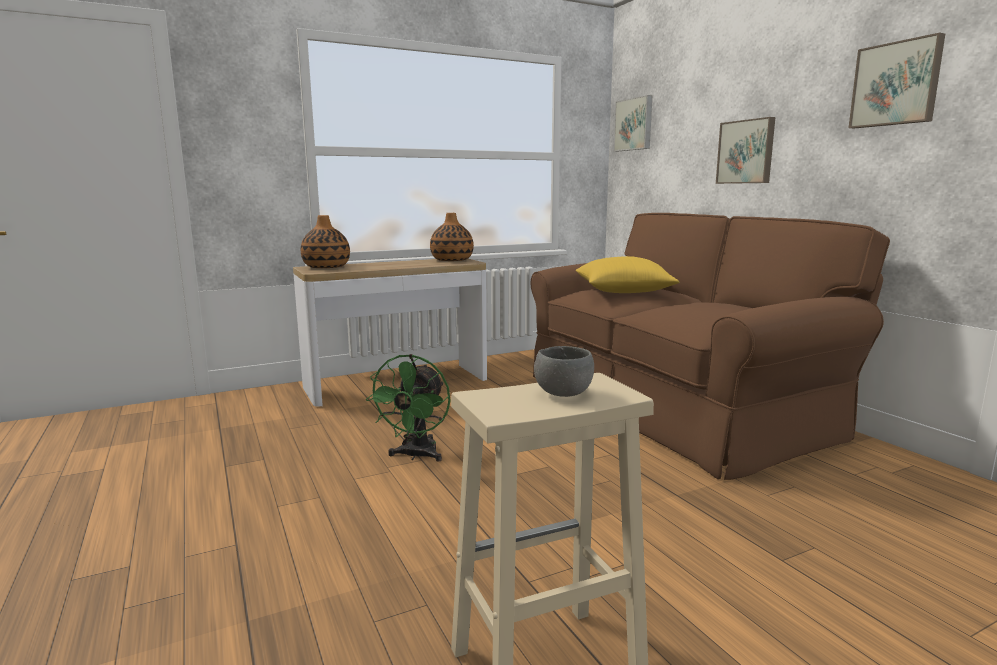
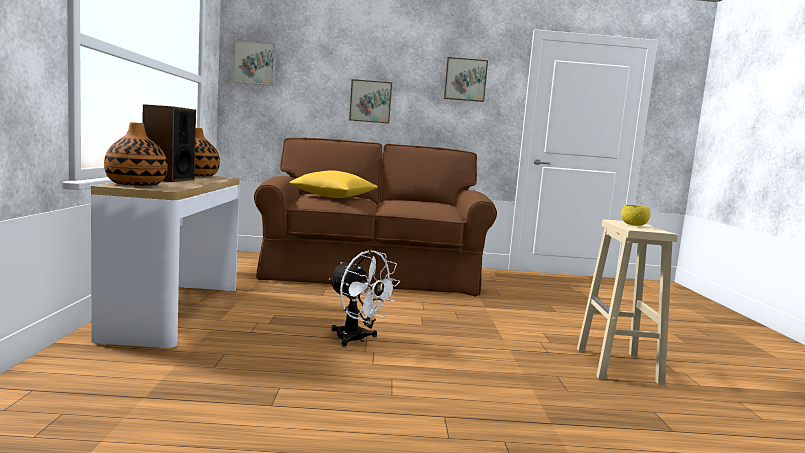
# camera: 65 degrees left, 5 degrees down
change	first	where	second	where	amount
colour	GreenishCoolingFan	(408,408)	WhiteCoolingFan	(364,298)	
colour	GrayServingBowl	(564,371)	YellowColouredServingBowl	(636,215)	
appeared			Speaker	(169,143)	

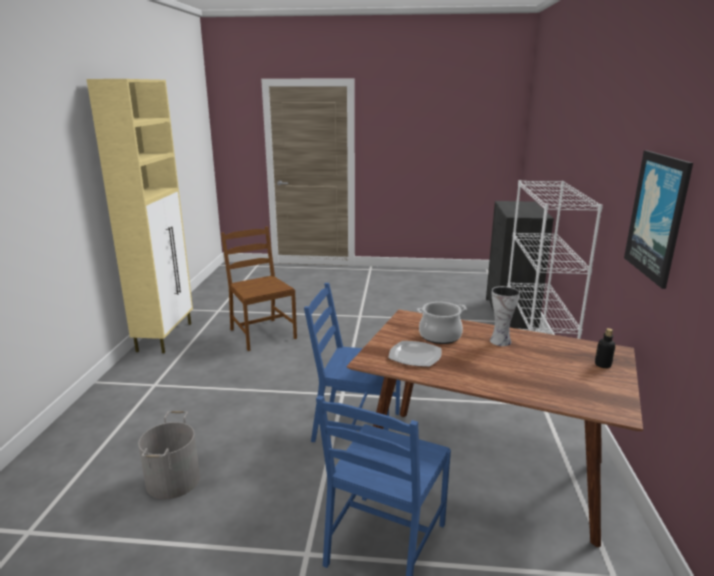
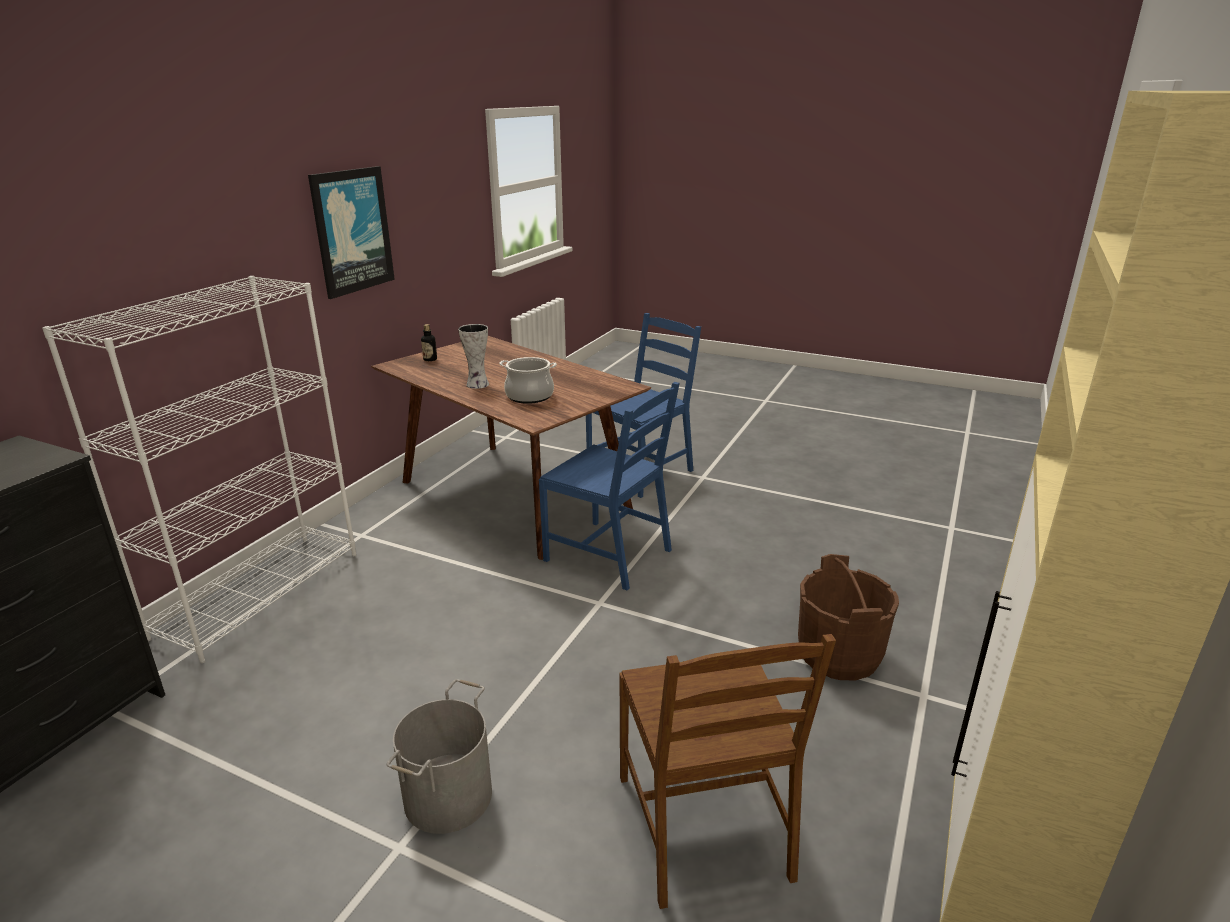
# camera: 160 degrees left, 5 degrees up
change	first	where	second	where	amount
relocated	GrayBucket	(169,455)		(439,756)	
missing	Plate	(415,354)			
appeared			BrownColouredBucket	(848,617)	

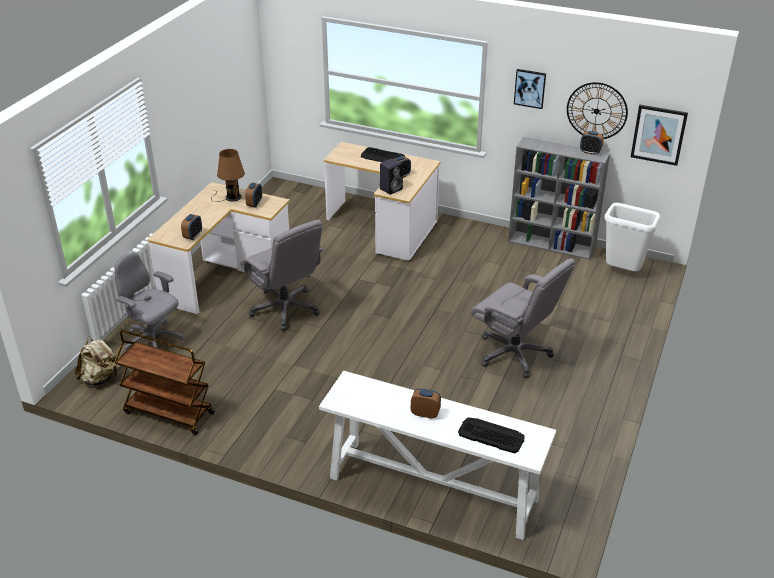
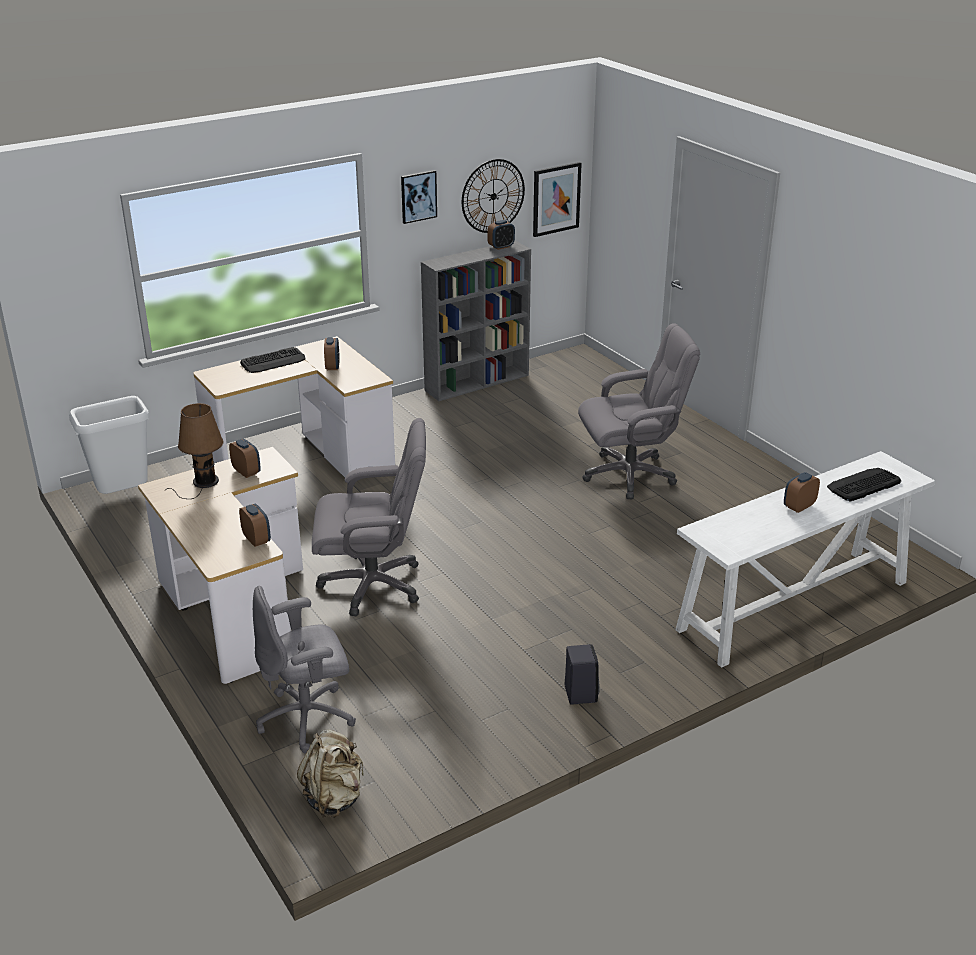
# camera: 55 degrees left, 5 degrees down
change	first	where	second	where	amount
missing	BrownColouredCart	(164,382)			
relocated	BlackSpeaker	(391,176)		(582,674)	
relocated	WhiteWasteBin	(632,237)		(109,445)	

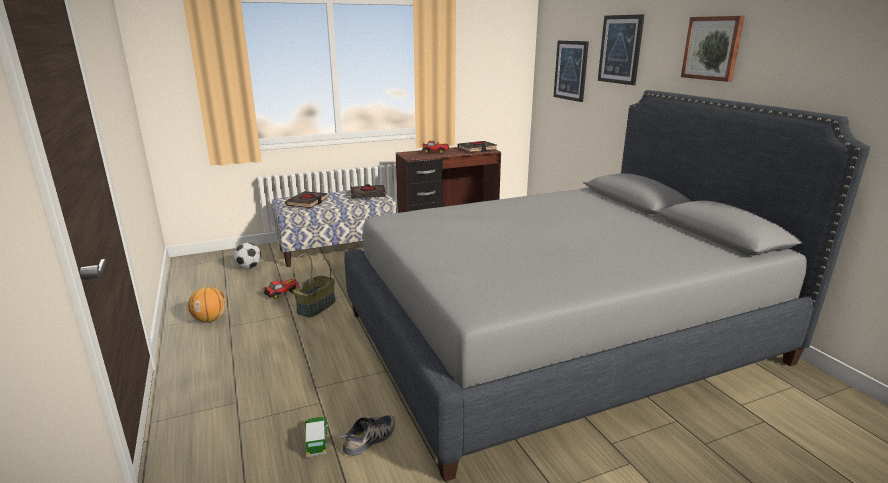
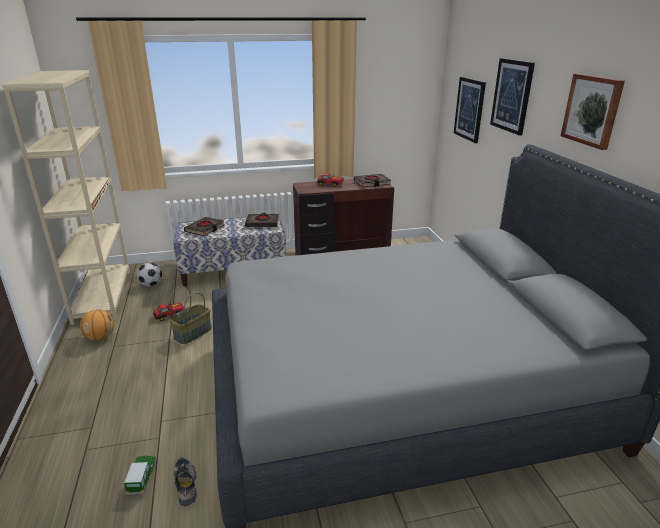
# camera: 10 degrees right, 5 degrees up
change	first	where	second	where	amount
spun	ItemOfFootwear	(367,435)		(185,481)	75 degrees counterclockwise
appeared			BeigeColouredBookcase	(66,197)	

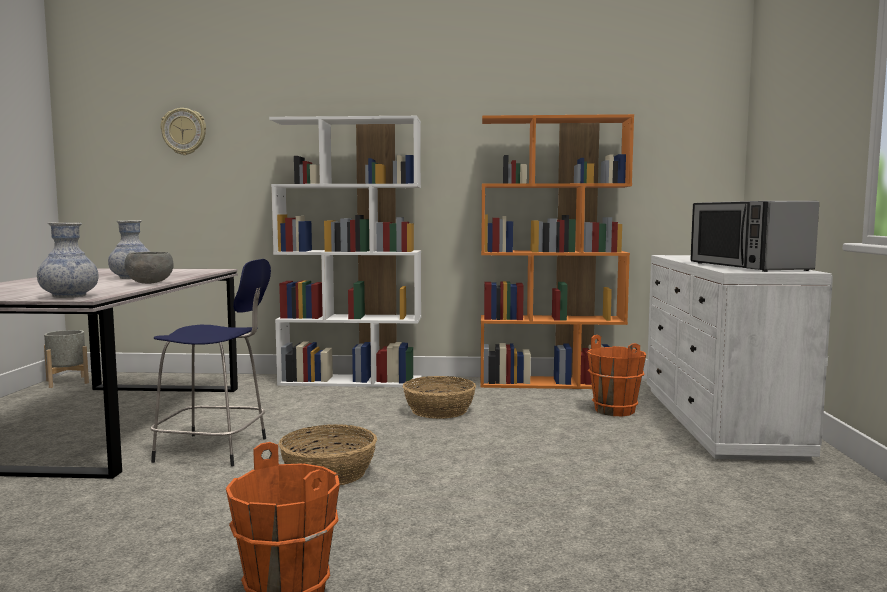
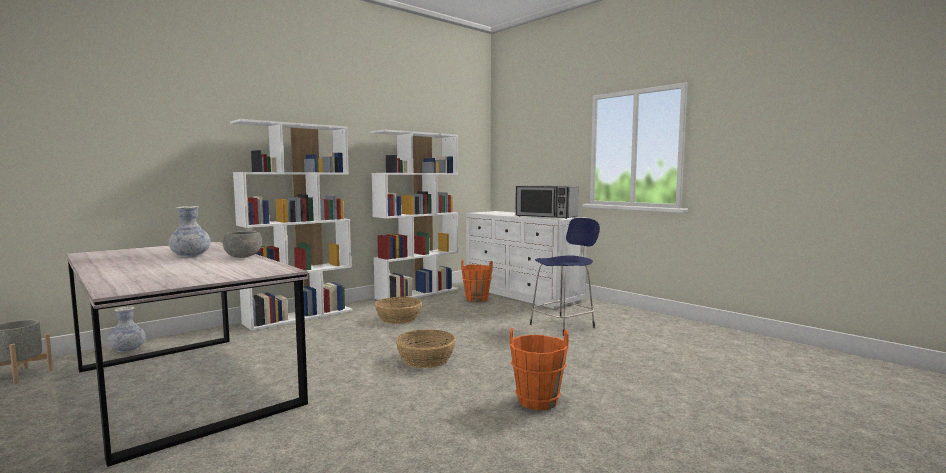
# camera: 45 degrees left, 0 degrees up
change	first	where	second	where	amount
relocated	FlowerVase	(68,260)		(127,330)	
relocated	BlueColouredStool	(211,363)		(565,277)	
missing	WallClock	(183,131)			
colour	OrangeColouredBookcase	(557,251)	WhiteBookcase	(414,215)	

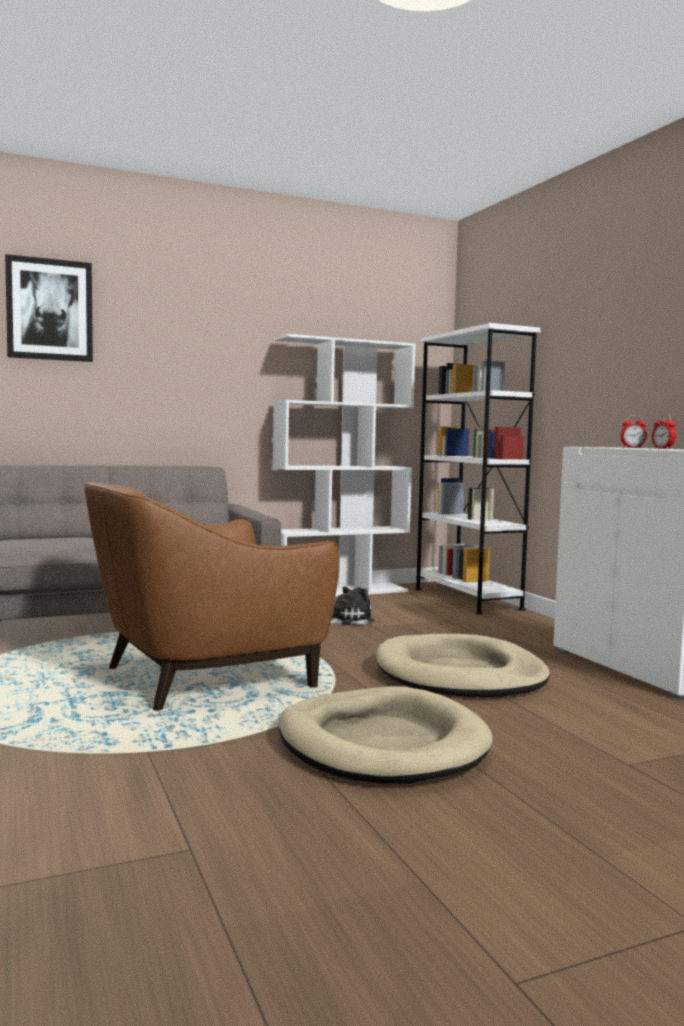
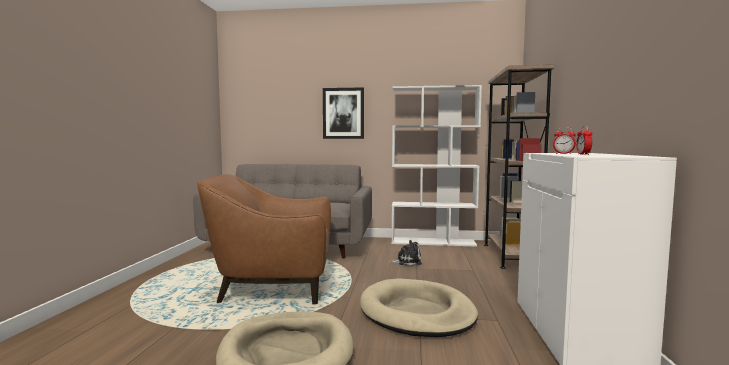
# camera: 30 degrees right, 0 degrees up
change	first	where	second	where	amount
relocated	WallPicture	(49,308)		(343,113)	
colour	WhiteBookcase	(478,468)	BrownColouredBookcase	(519,167)	

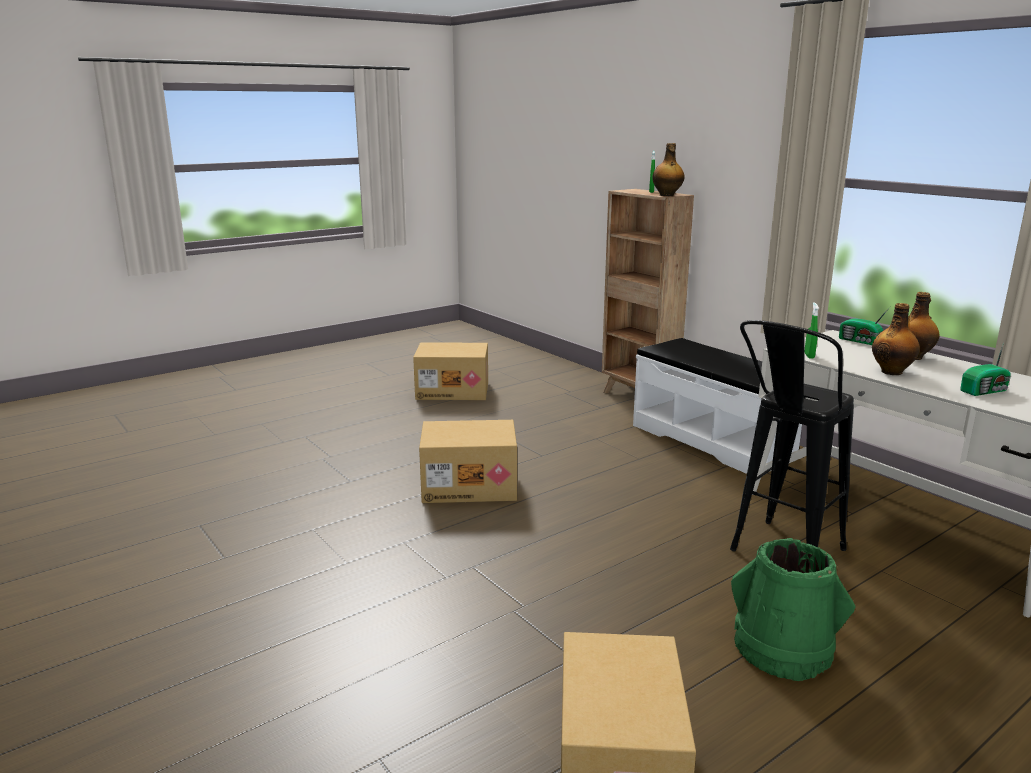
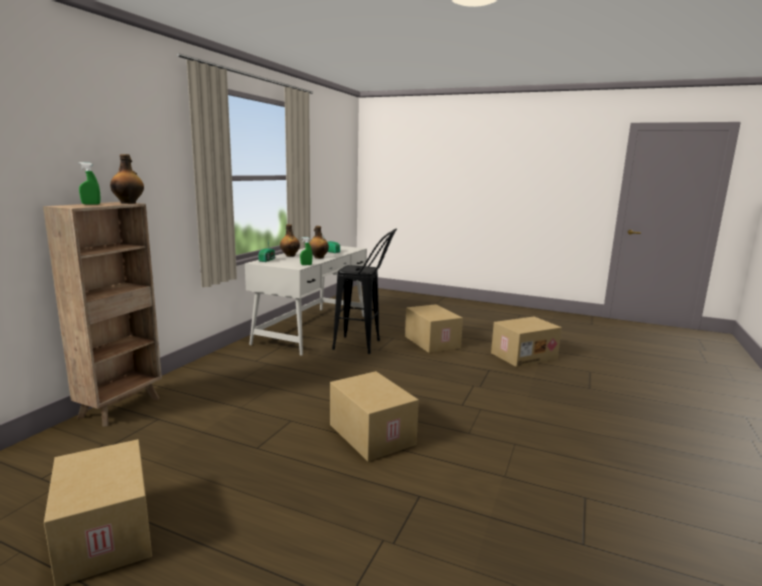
# camera: 120 degrees left, 5 degrees down
change	first	where	second	where	amount
missing	WhiteLongSeat	(717,406)			
exchanged	GreenishBucket	(793,609)	PackingBox	(434,328)	

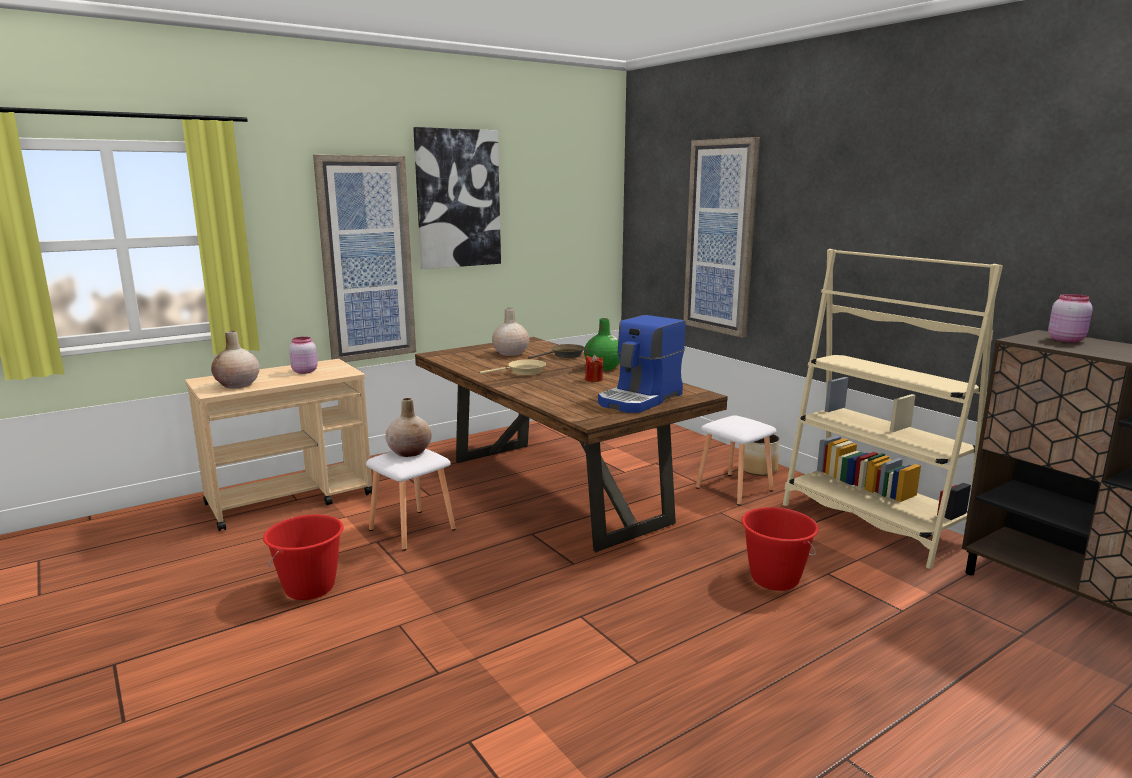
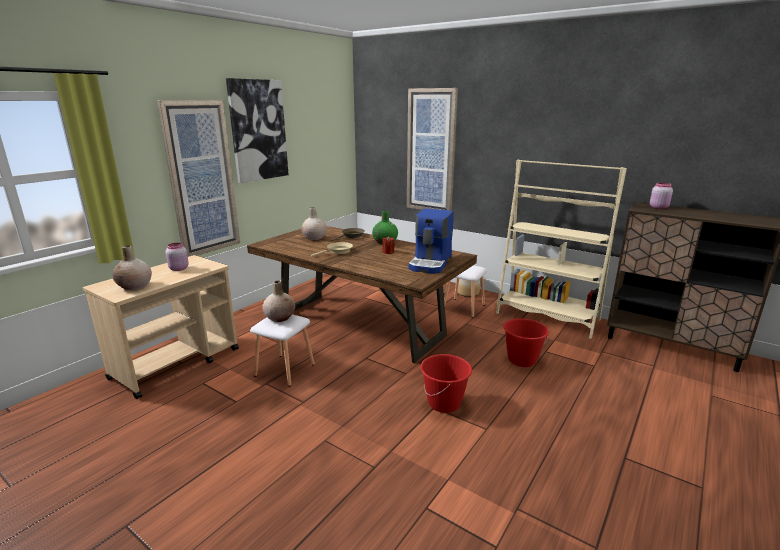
# camera: 20 degrees left, 5 degrees up
change	first	where	second	where	amount
relocated	RedBucket	(303,557)		(446,383)	

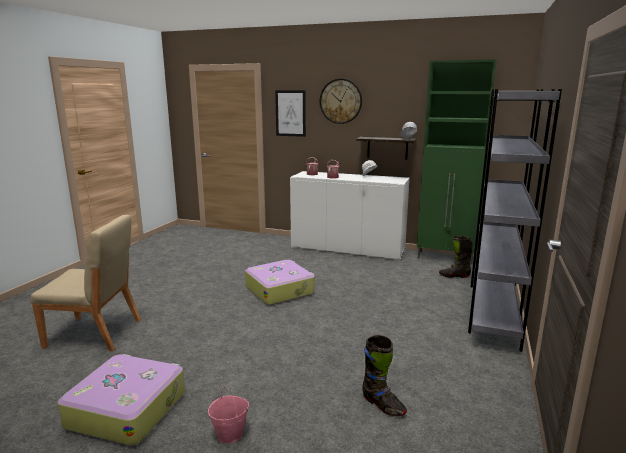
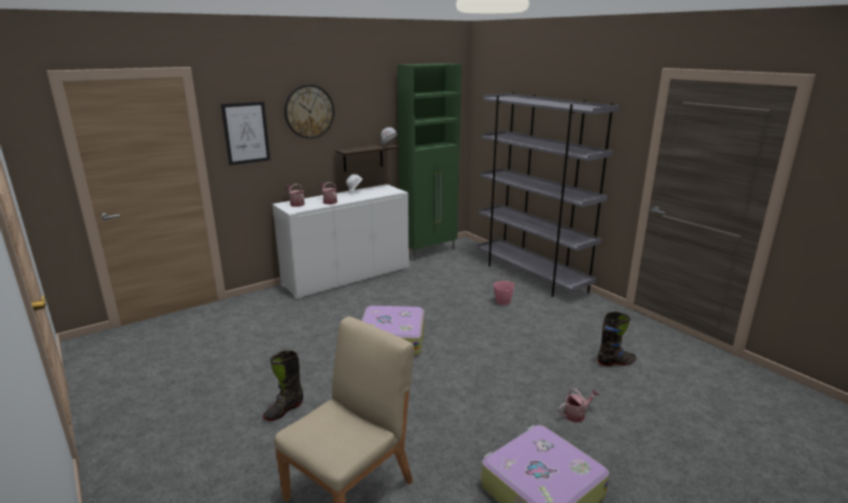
# camera: 55 degrees left, 5 degrees up
change	first	where	second	where	amount
relocated	PinkBucket	(228,415)		(504,289)	
relocated	BlackBoot	(456,257)		(283,385)	
appeared			WateringPot	(579,406)	

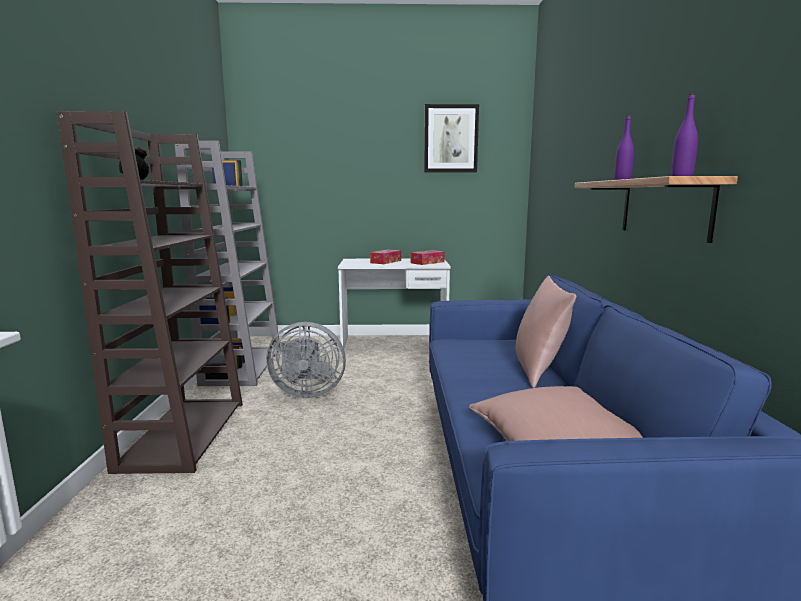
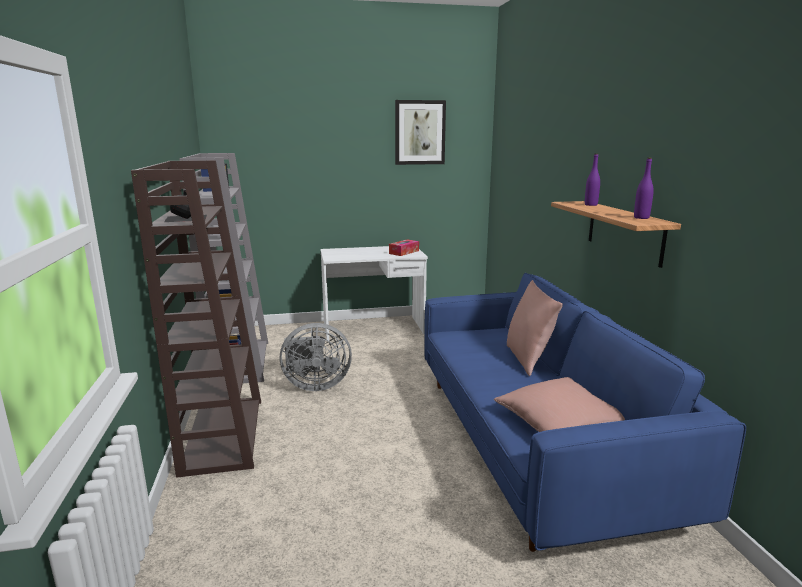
# camera: 10 degrees left, 5 degrees up
change	first	where	second	where	amount
missing	BoxOfTissues	(385,257)			

